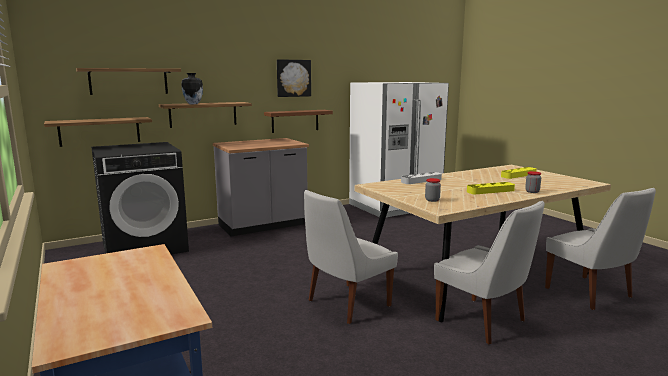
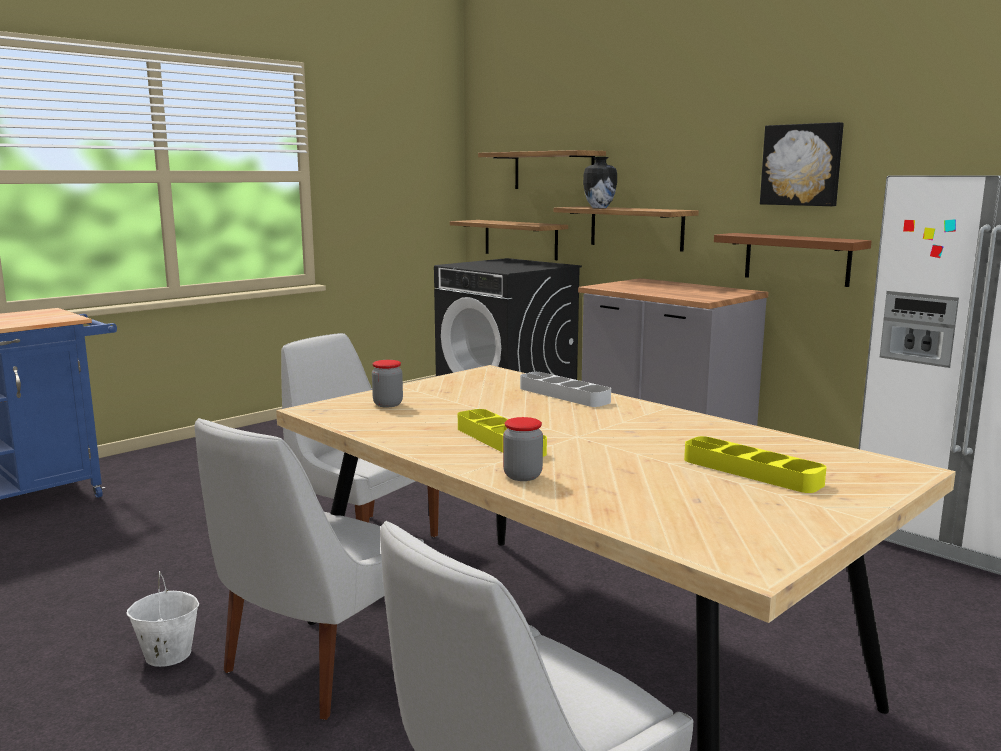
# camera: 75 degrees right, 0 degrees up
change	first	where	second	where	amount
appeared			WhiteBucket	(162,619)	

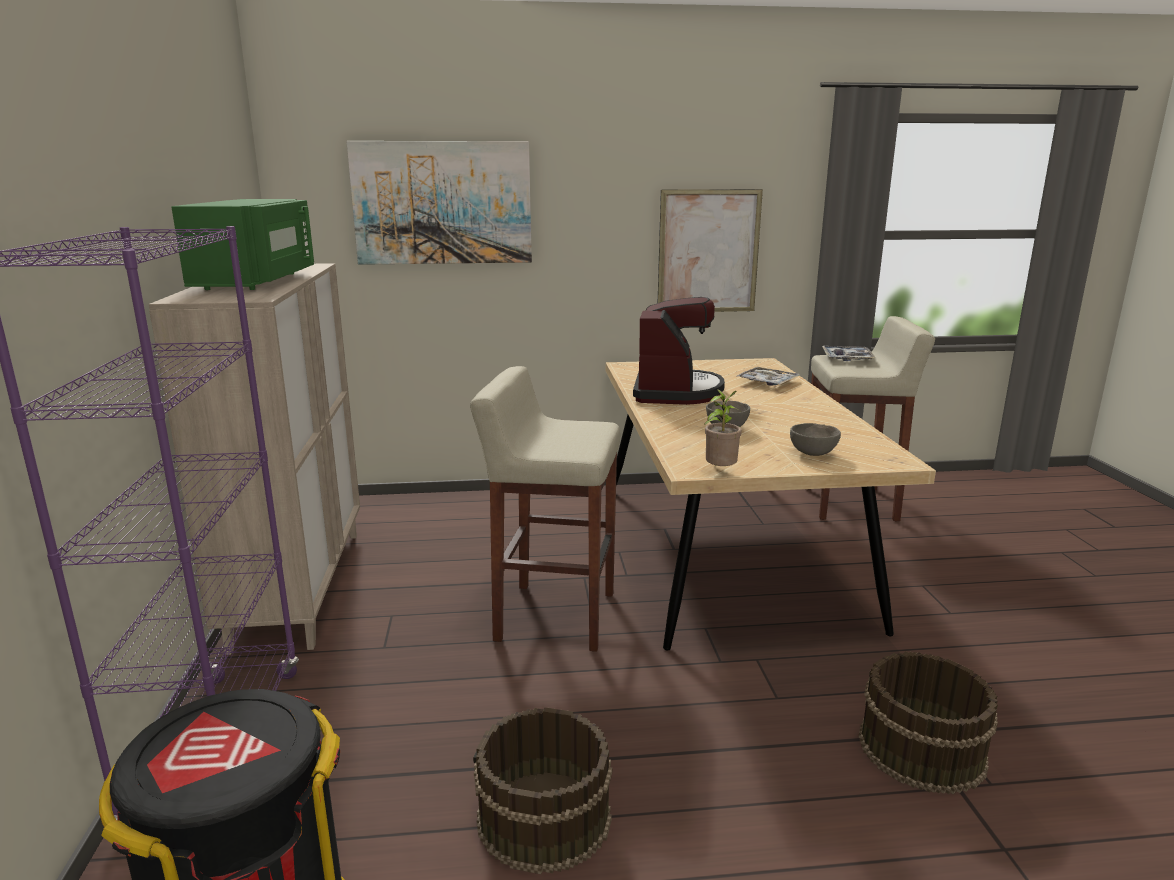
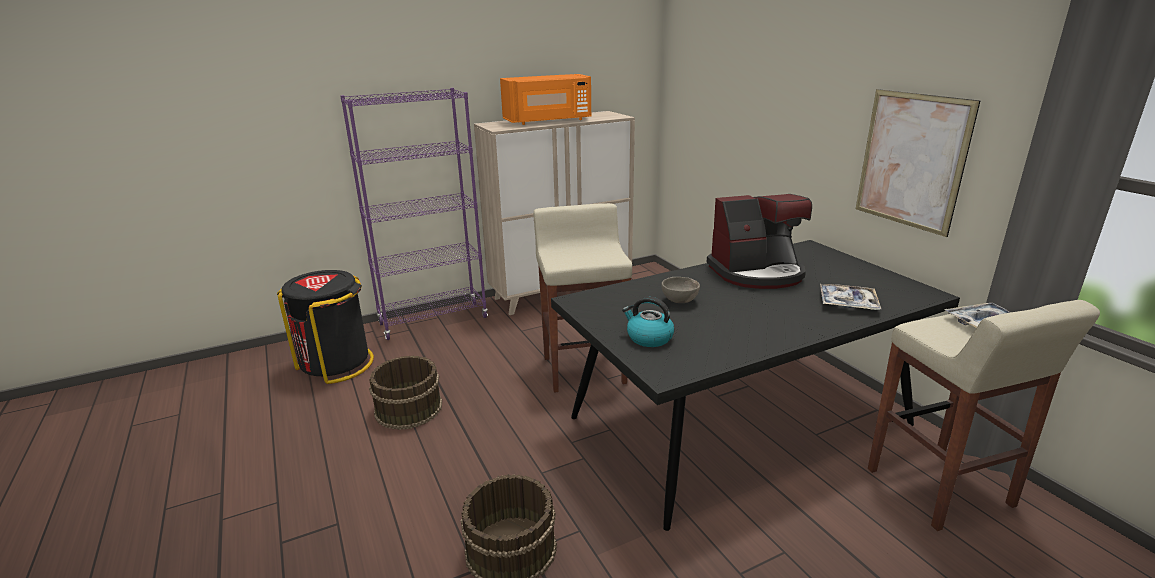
# camera: 70 degrees right, 5 degrees up
change	first	where	second	where	amount
colour	GreenishMicrowave	(243,244)	OrangeColouredMicrowave	(545,99)	
missing	WallPicture	(439,203)			
colour	BeigeColouredDiningTable	(771,504)	BlackDiningTable	(755,385)	
missing	PottedPlant	(723,427)			
exchanged	GrayServingBowl	(815,439)	WaterKettle	(648,322)	

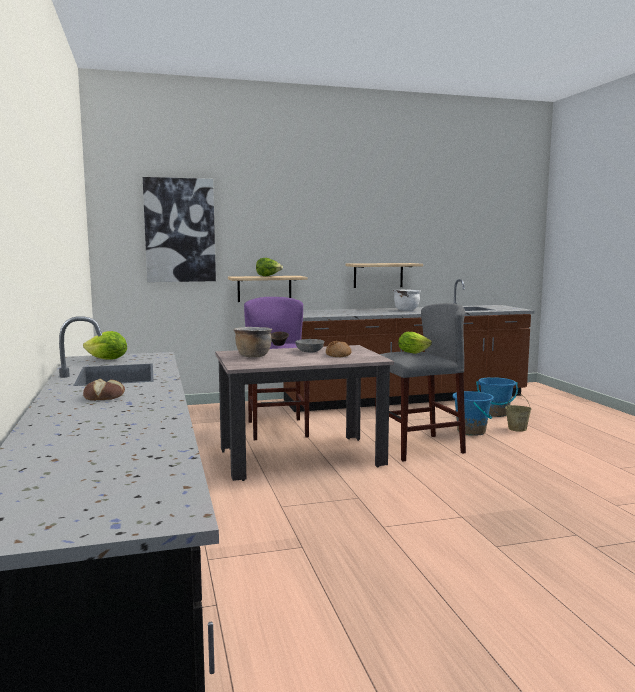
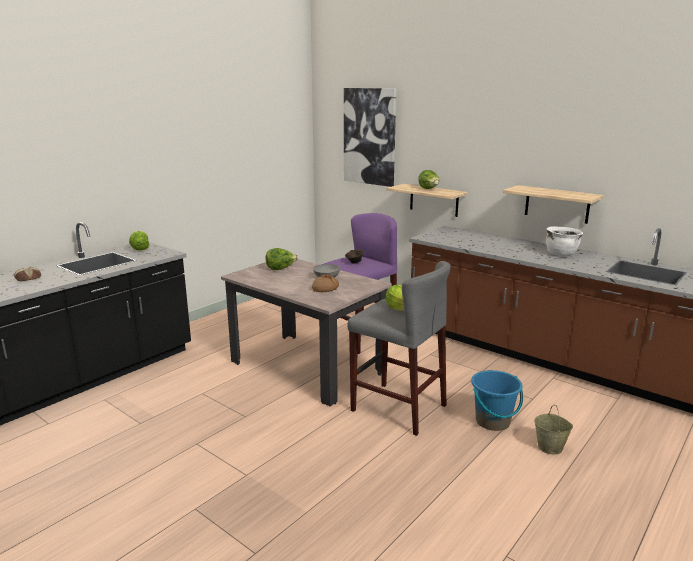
# camera: 55 degrees right, 10 degrees up
change	first	where	second	where	amount
exchanged	BrownColouredCookingPot	(253,342)	Lettuce	(281,259)	
missing	BlueColouredBucket	(497,397)			

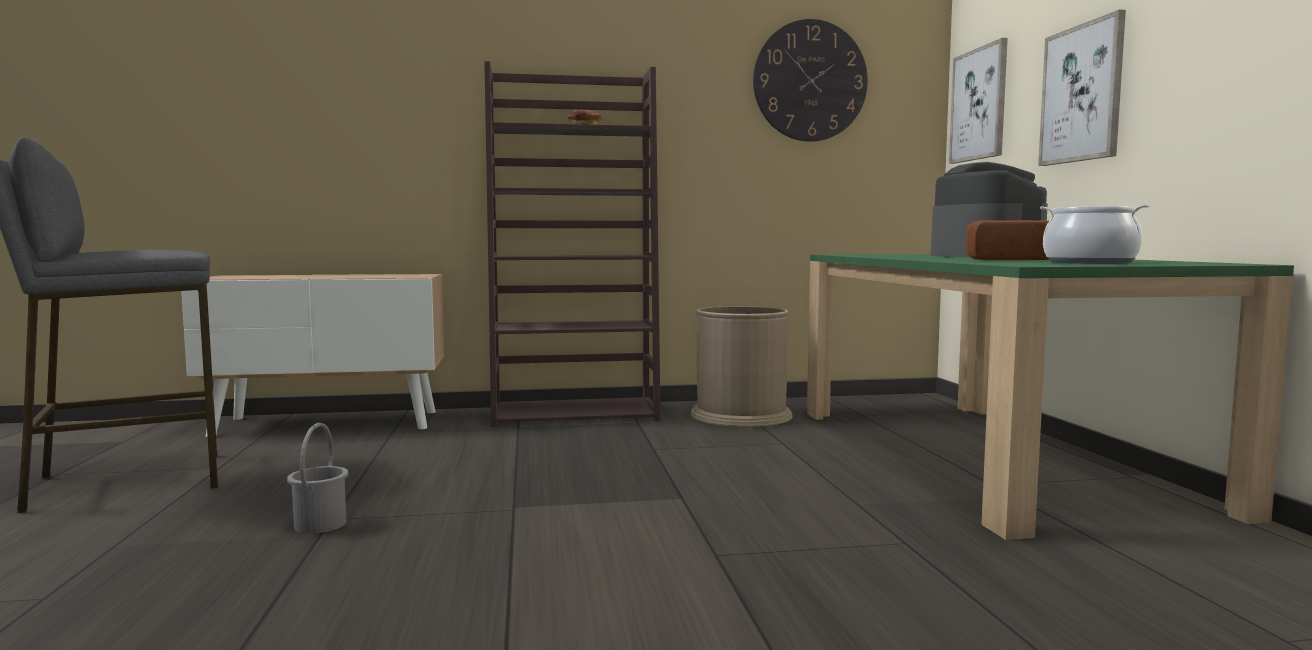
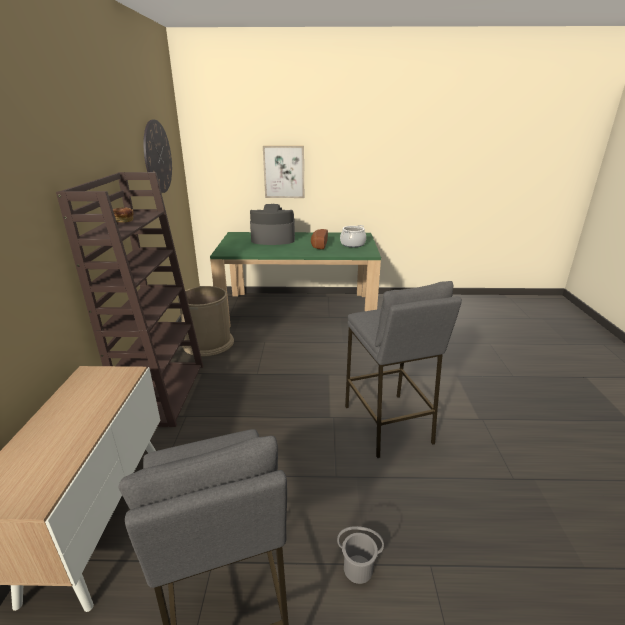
# camera: 80 degrees left, 20 degrees up
change	first	where	second	where	amount
relocated	GrayBucket	(318,478)		(360,555)	
missing	WallPicture	(978,101)			
appeared			GrayStool	(403,369)	

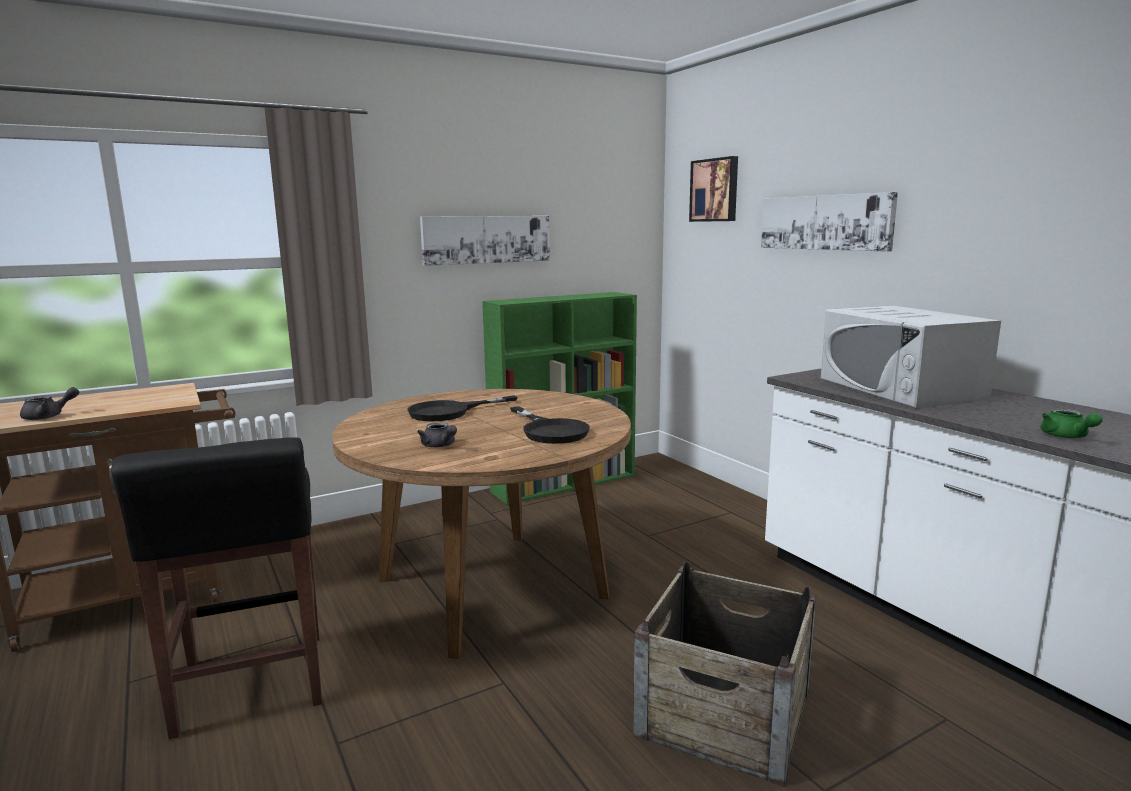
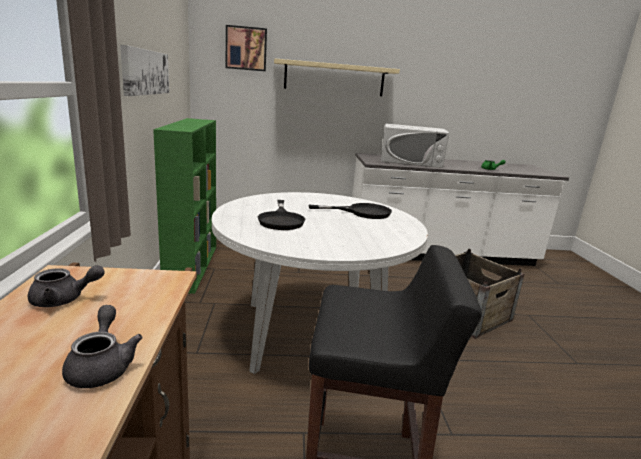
# camera: 65 degrees left, 5 degrees up
change	first	where	second	where	amount
colour	BrownColouredDiningTable	(481,524)	WhiteDiningTable	(320,283)	
relocated	GrayTeapot	(437,435)		(66,286)	
exchanged	WallPicture	(829,222)	BeigeColouredBracketShelf	(337,77)	

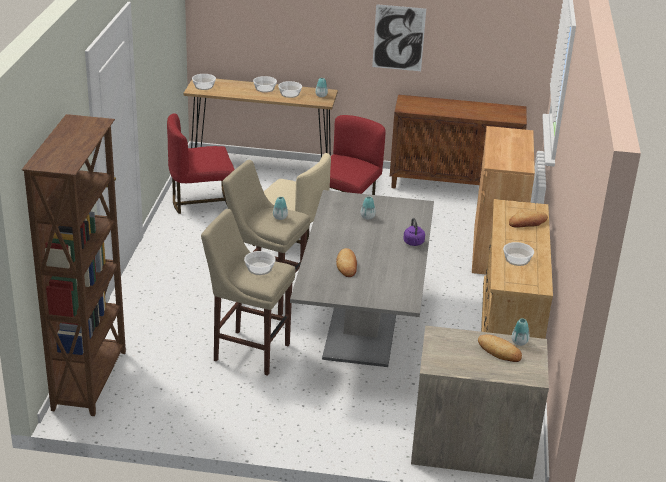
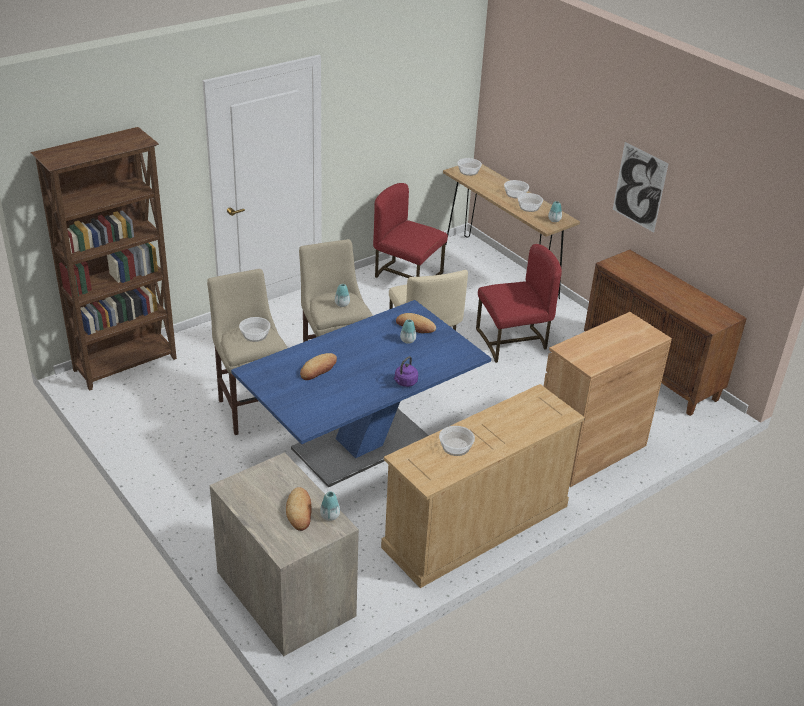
# camera: 45 degrees right, 5 degrees up
change	first	where	second	where	amount
colour	GrayDiningTable	(362,278)	BlueColouredDiningTable	(361,393)	
relocated	Bread	(528,219)		(416,323)	

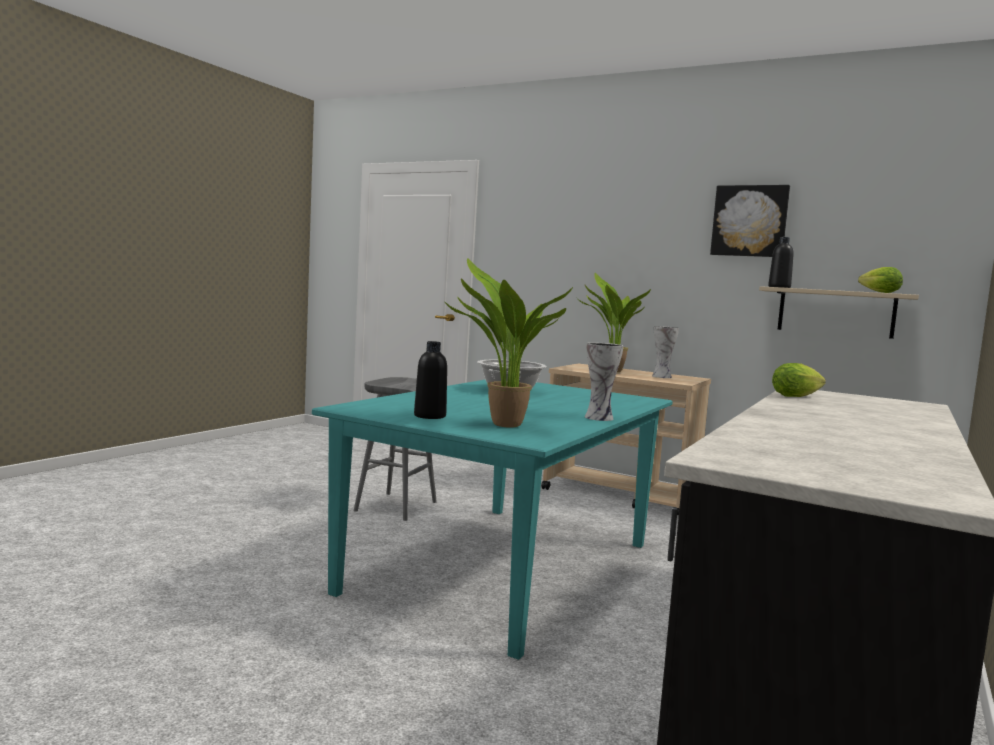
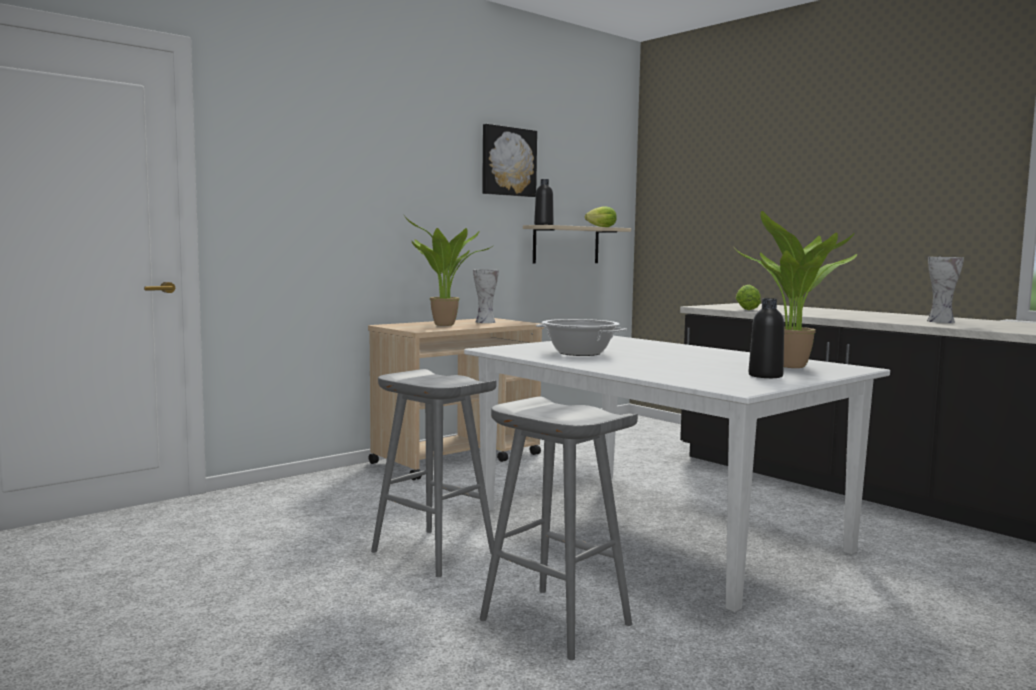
# camera: 70 degrees left, 0 degrees up
change	first	where	second	where	amount
colour	TurquoiseColouredDiningTable	(492,520)	WhiteDiningTable	(677,474)	
relocated	FlowerVase	(604,381)		(945,290)	
appeared			GrayStool	(559,528)	

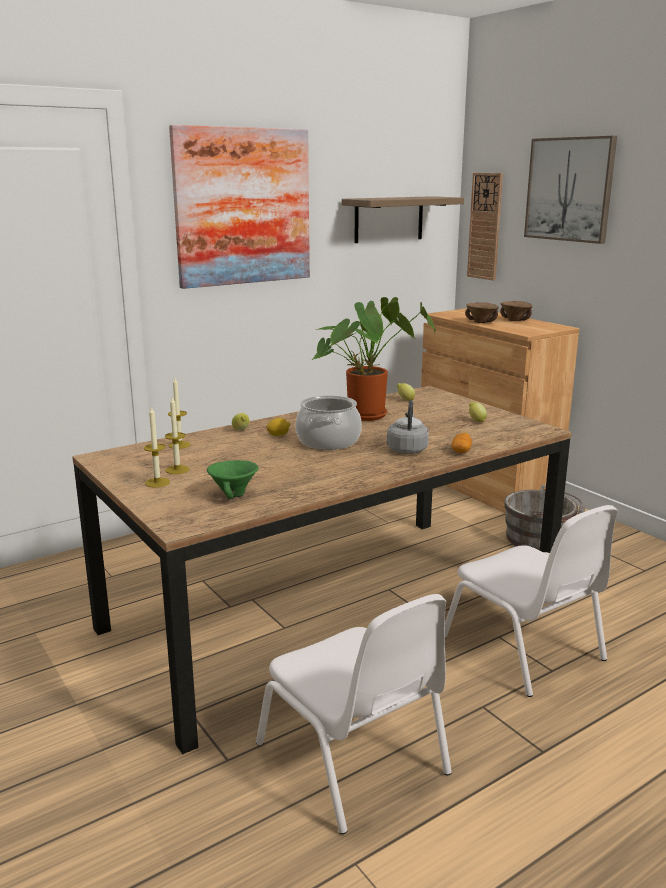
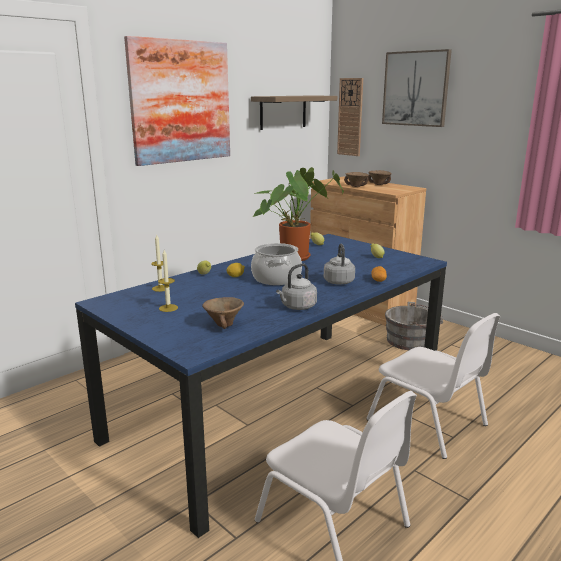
# camera: 10 degrees left, 0 degrees up
change	first	where	second	where	amount
colour	BrownColouredDiningTable	(322,570)	BlueColouredDiningTable	(261,386)	
missing	Candle	(157,447)			
colour	GreenishServingBowl	(233,479)	BrownColouredServingBowl	(223,313)	
appeared			GrayWaterKettle	(296,286)	

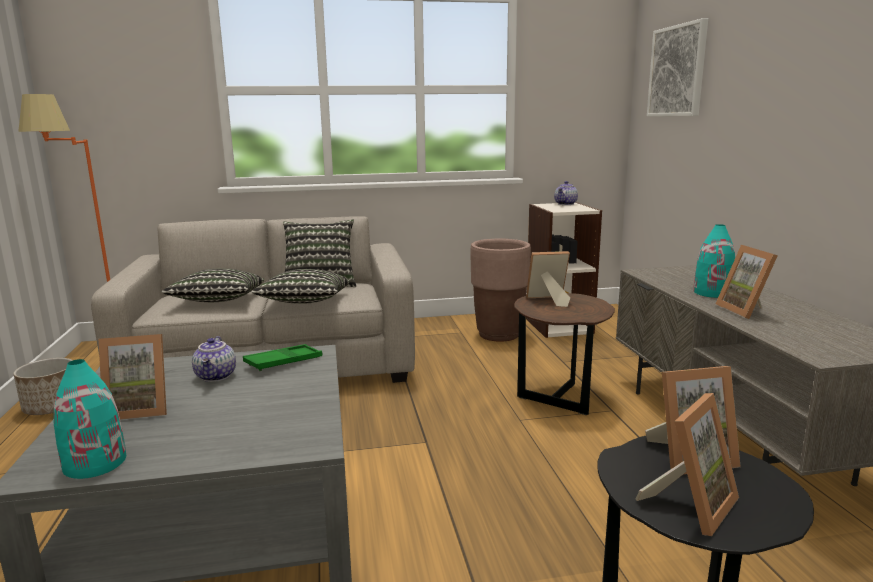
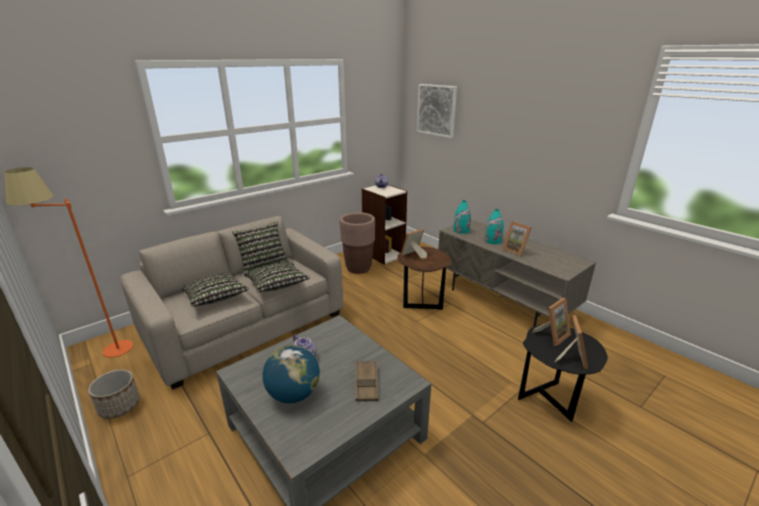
# camera: 30 degrees left, 10 degrees up
change	first	where	second	where	amount
relocated	TurquoiseColouredFlowerVase	(90,419)		(462,217)	
exchanged	StandingFrame	(133,377)	DeskGlobe	(291,374)	
missing	GreenishServingTray	(282,357)			
appeared			BrownColouredServingTray	(367,381)	

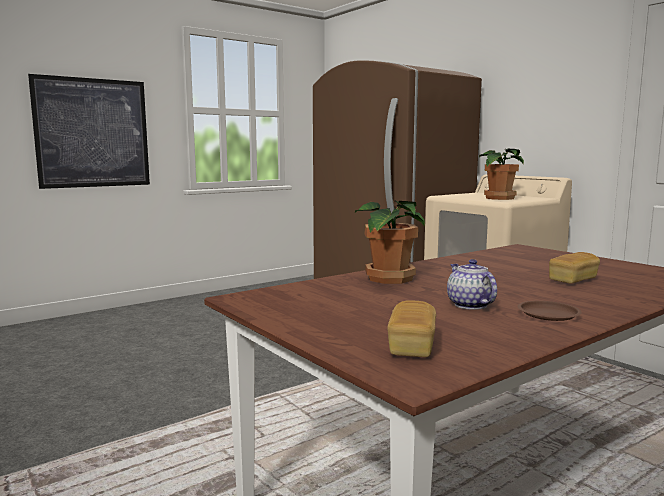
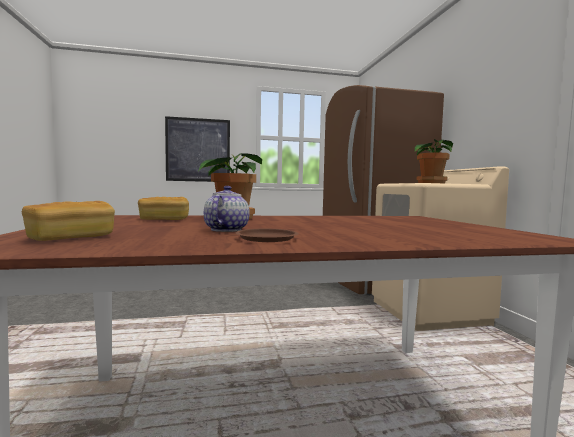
# camera: 25 degrees right, 5 degrees down
change	first	where	second	where	amount
relocated	Bread	(574,267)		(163,208)	

